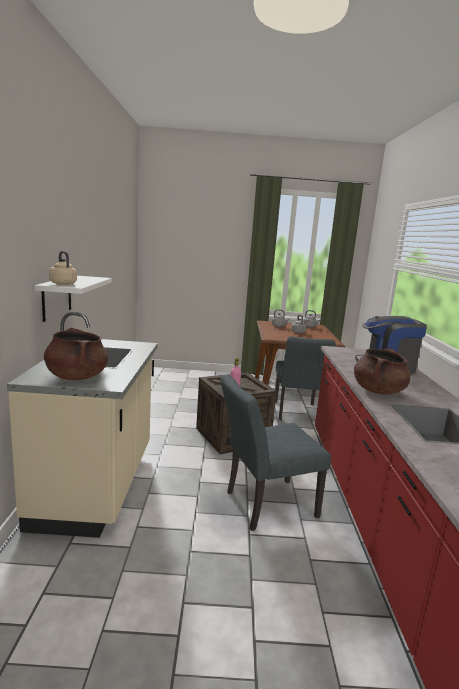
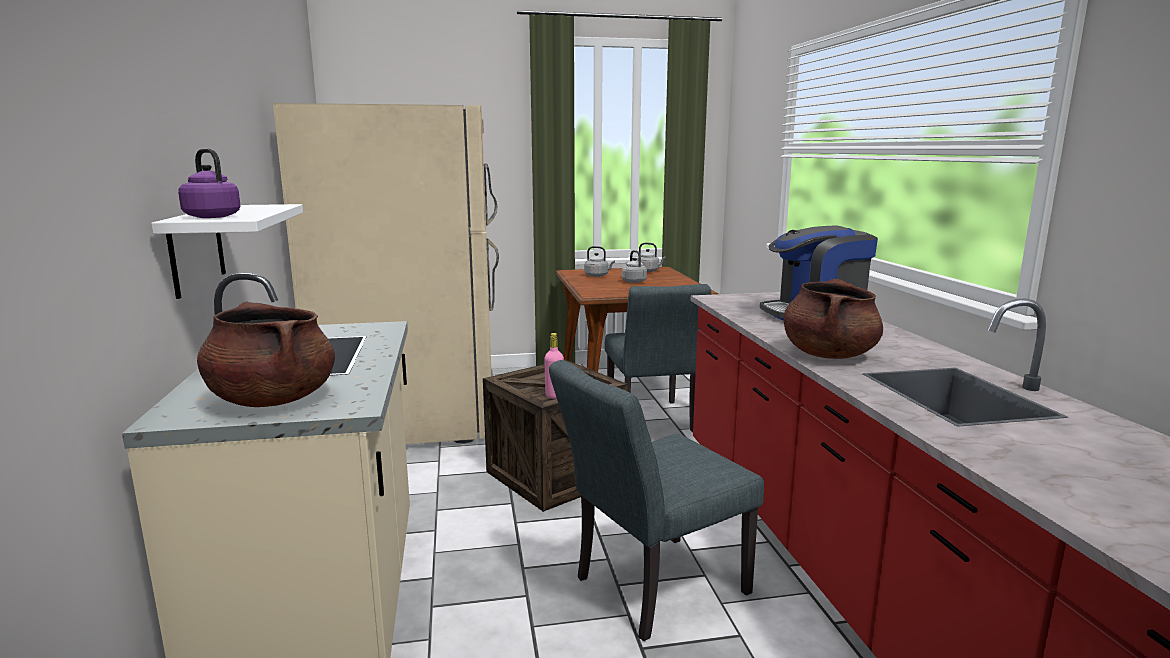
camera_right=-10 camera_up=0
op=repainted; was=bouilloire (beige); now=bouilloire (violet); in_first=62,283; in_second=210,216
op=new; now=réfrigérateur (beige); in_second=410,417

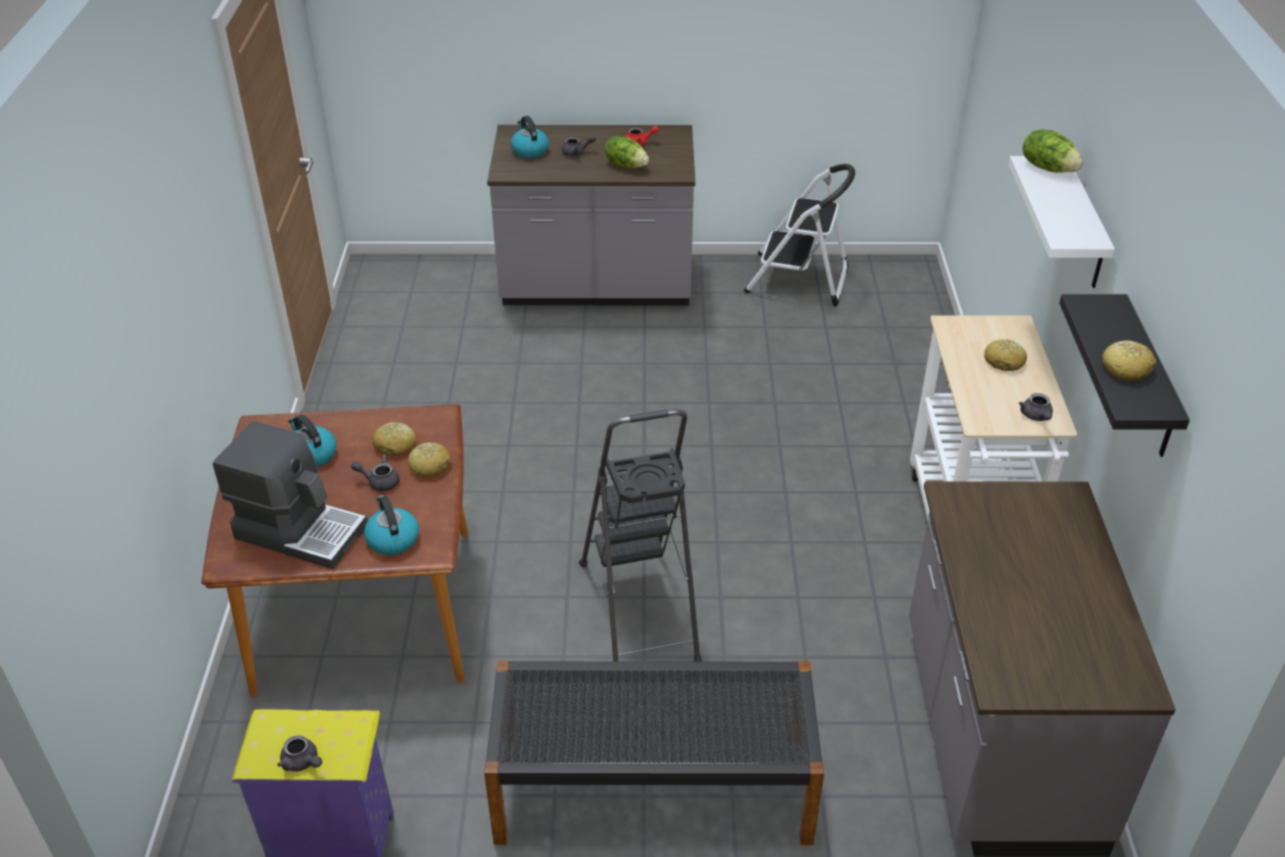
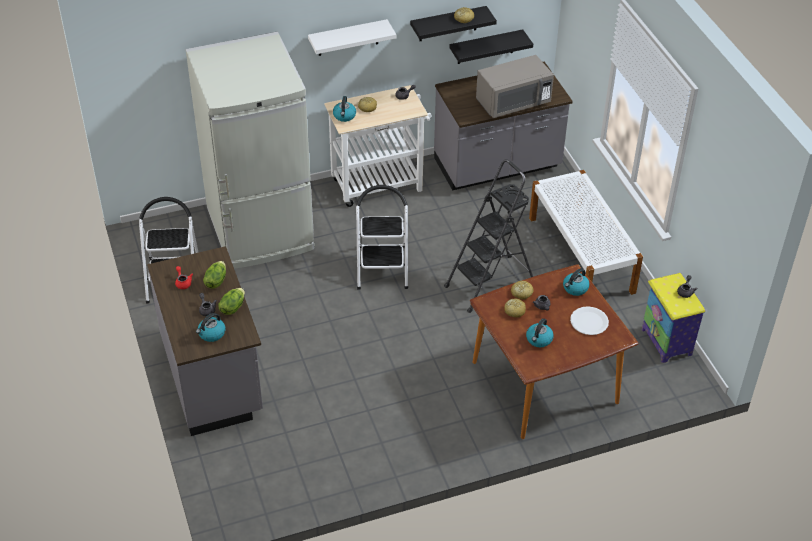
camera_right=-110 camera_up=5
op=shifted; was=laitue; in_first=1048,168; in_second=232,307
op=swapped; was=machine à café; now=assiette (blanc); in_first=300,530; in_second=589,322
op=repainted; was=banc (noir); now=banc (blanc); in_first=652,788; in_second=581,254
op=new; now=étagère (noir); in_second=485,47
op=new; now=réfrigérateur (blanc); in_second=260,229
op=new; now=micro-ondes (gris); in_second=513,103
op=new; now=bouilloire; in_second=344,116
op=new; now=escabeau; in_second=382,265

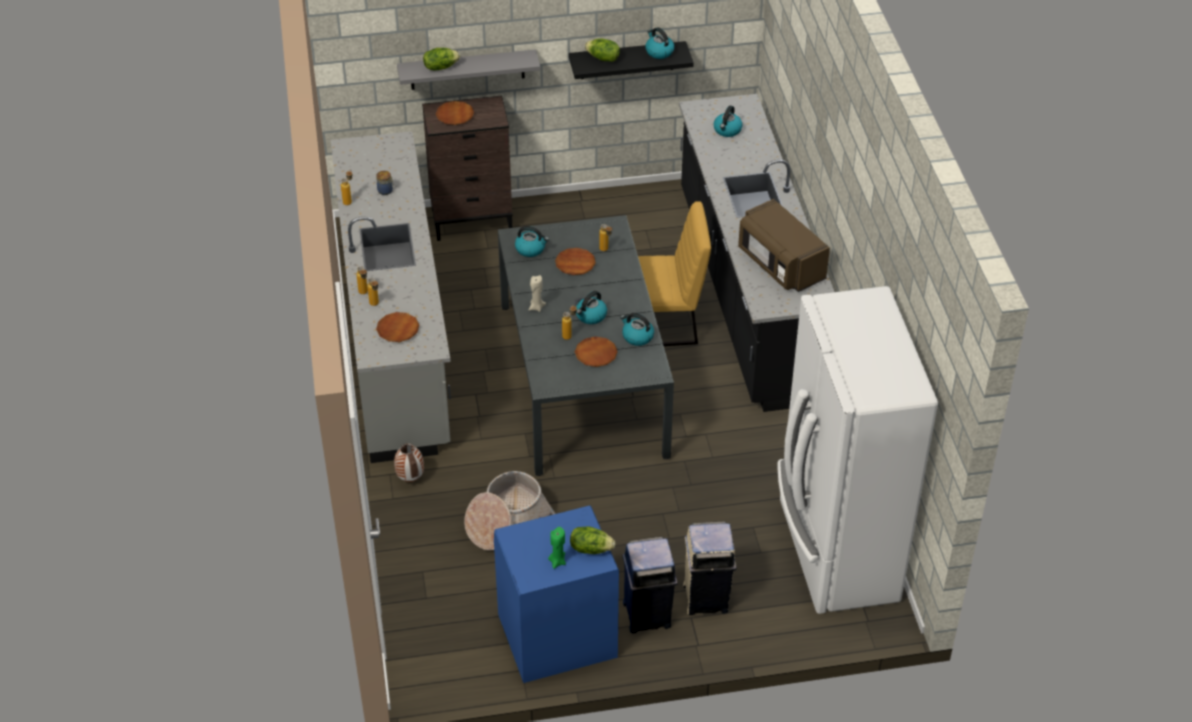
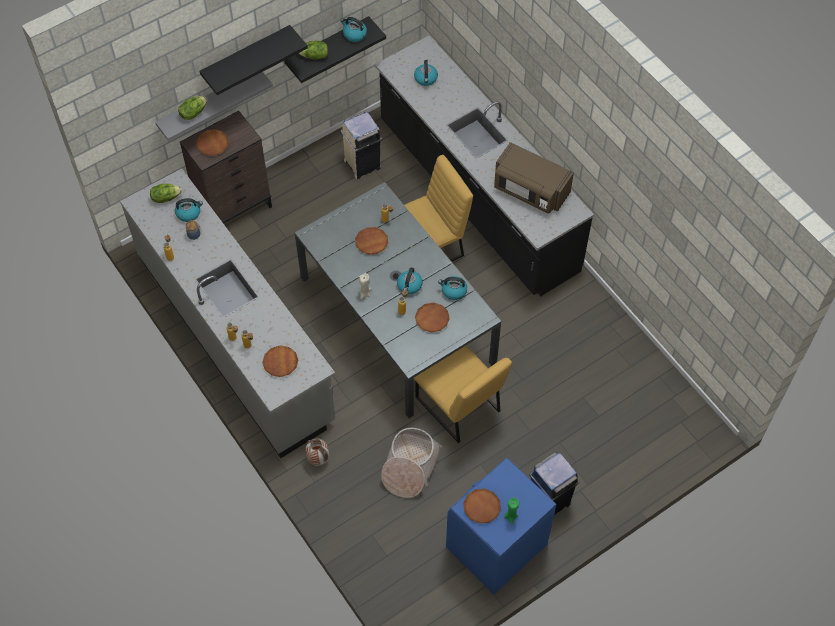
camera_right=-25 camera_up=15
op=shifted; was=bouilloire; in_first=531,249; in_second=189,213
op=gone; was=réfrigérateur (blanc); in_first=832,550
op=shifted; was=poubelle (beige); in_first=707,598; in_second=363,164
op=shifted; was=laitue; in_first=591,548; in_second=166,197
op=new; now=étagère (noir); in_second=246,57
op=new; now=chaise (jaune); in_second=459,406
op=new; now=assiette (marron); in_second=481,507

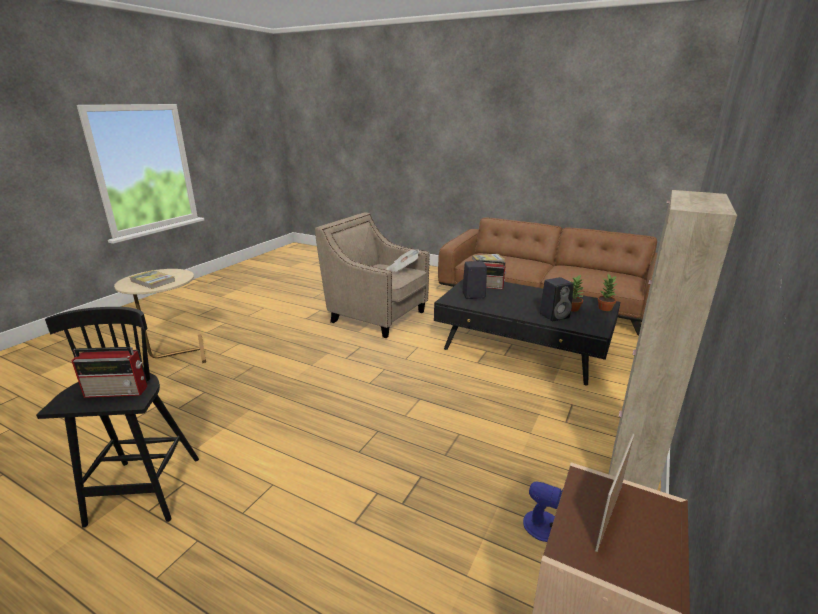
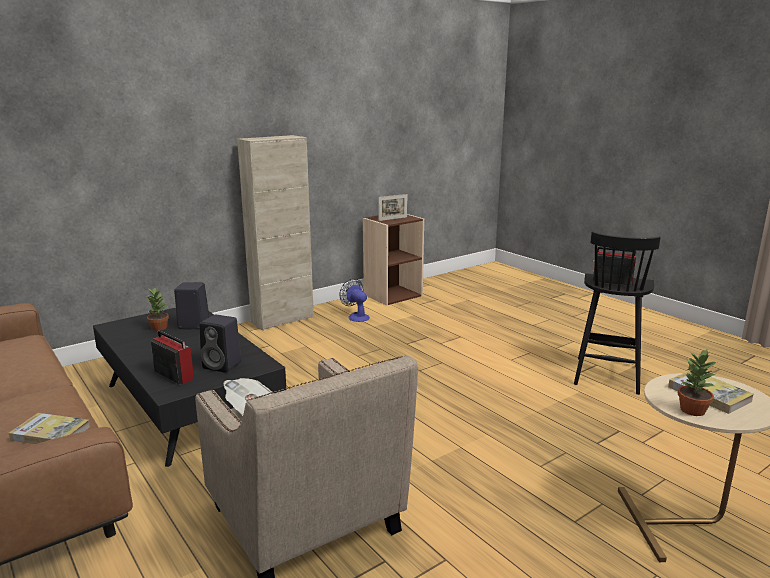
camera_right=-155 camera_up=-5
op=shifted; was=plante en pot; in_first=605,308; in_second=692,410

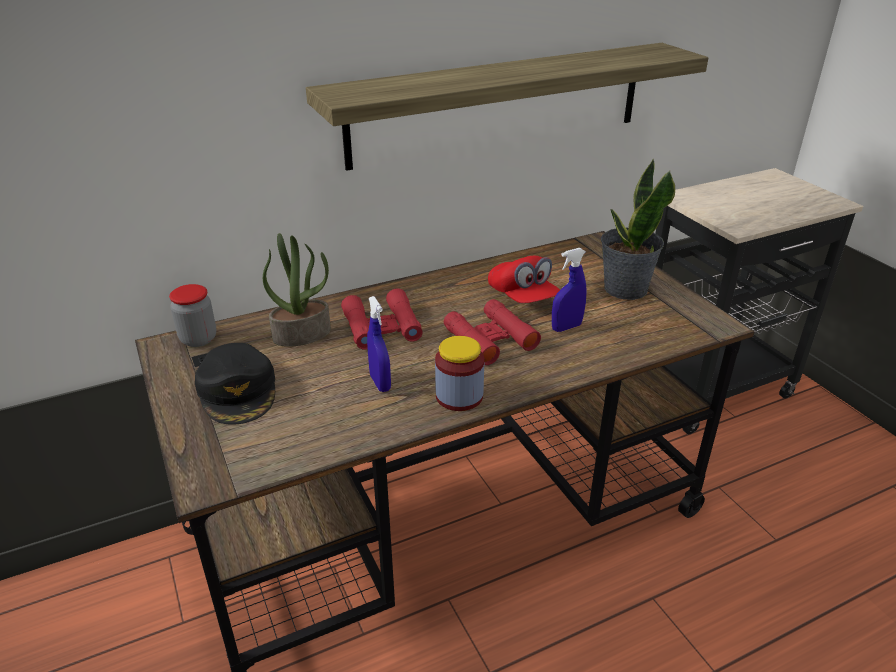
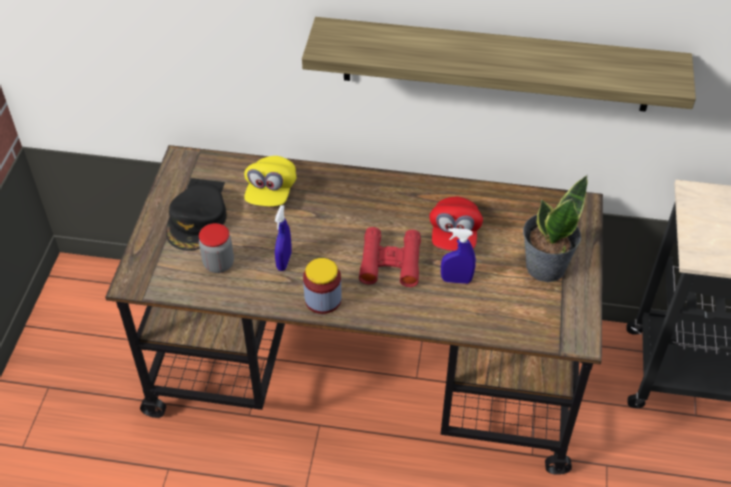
camera_right=35 camera_up=15
op=swapped; was=plante en pot; now=casquette (jaune); in_first=302,334; in_second=271,192
op=shifted; was=bocal; in_first=198,339; in_second=219,264
op=gone; was=jumelles (rouge); in_first=382,327

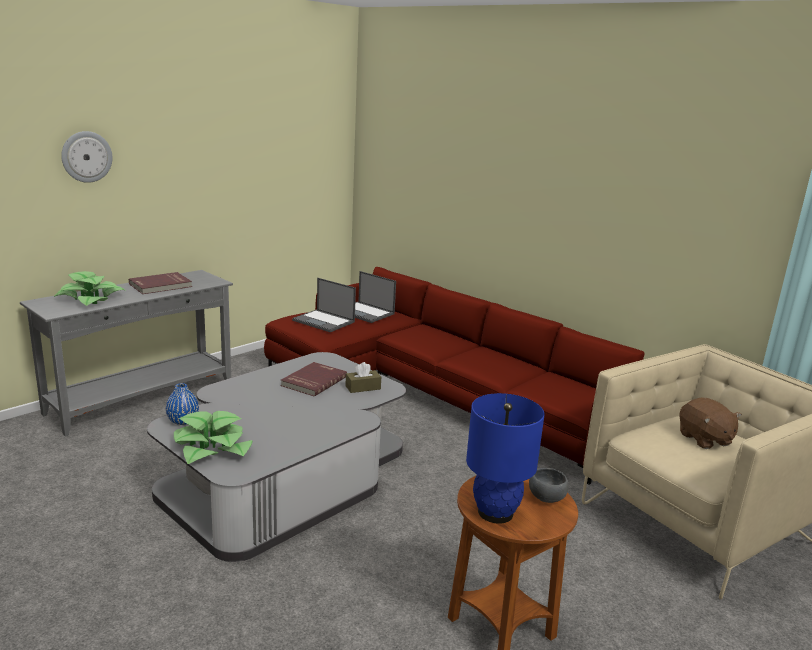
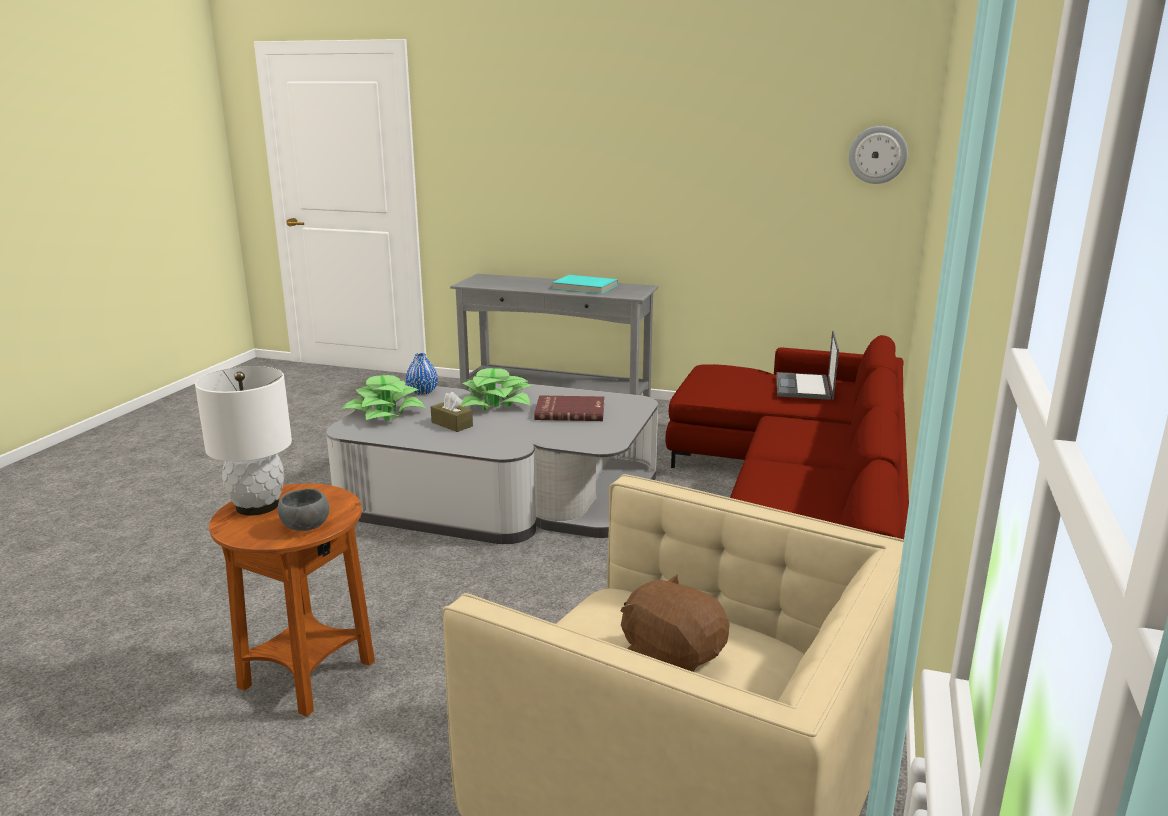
camera_right=65 camera_up=0
op=shifted; was=horloge murale; in_first=86,156; in_second=877,155
op=shifted; was=plante en pot; in_first=91,298; in_second=496,403
op=repainted; was=livre (rouge); now=livre (turquoise); in_first=161,285; in_second=584,287
op=gone; was=ordinateur portable; in_first=324,321
op=shifted; was=boîte à mouchoirs (marron); in_first=363,387; in_second=452,424
op=repainted; was=lampe de table (bleu); now=lampe de table (blanc); in_first=495,512; in_second=257,506
op=rotated; was=peluche (marron); in_first=704,439; in_second=672,658; clockwise=90

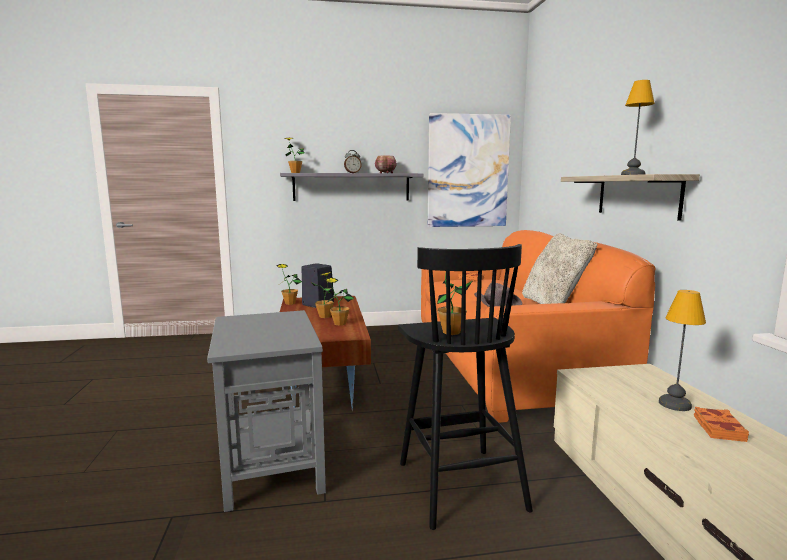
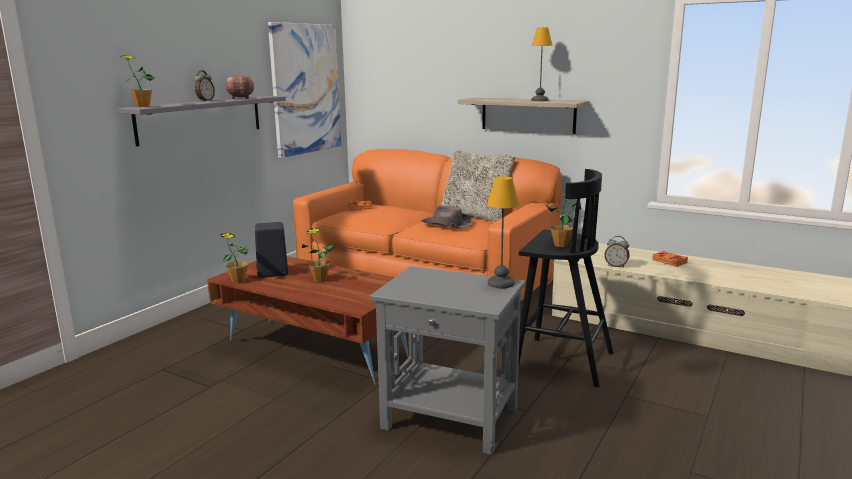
camera_right=-50 camera_up=5
op=gone; was=plante en pot; in_first=339,323
op=shifted; was=lampe de table; in_first=676,404; in_second=502,283
op=new; now=réveil; in_second=616,266

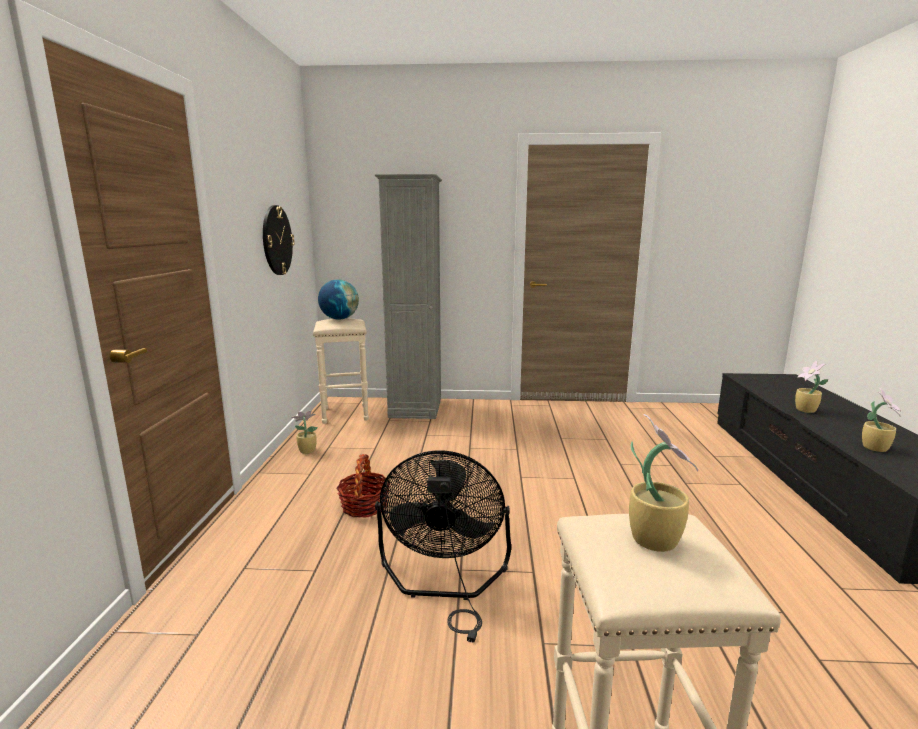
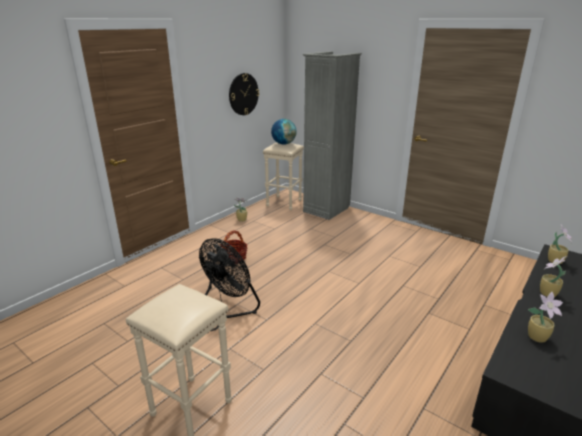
camera_right=35 camera_up=10
op=shifted; was=plante en pot; in_first=654,539; in_second=555,261

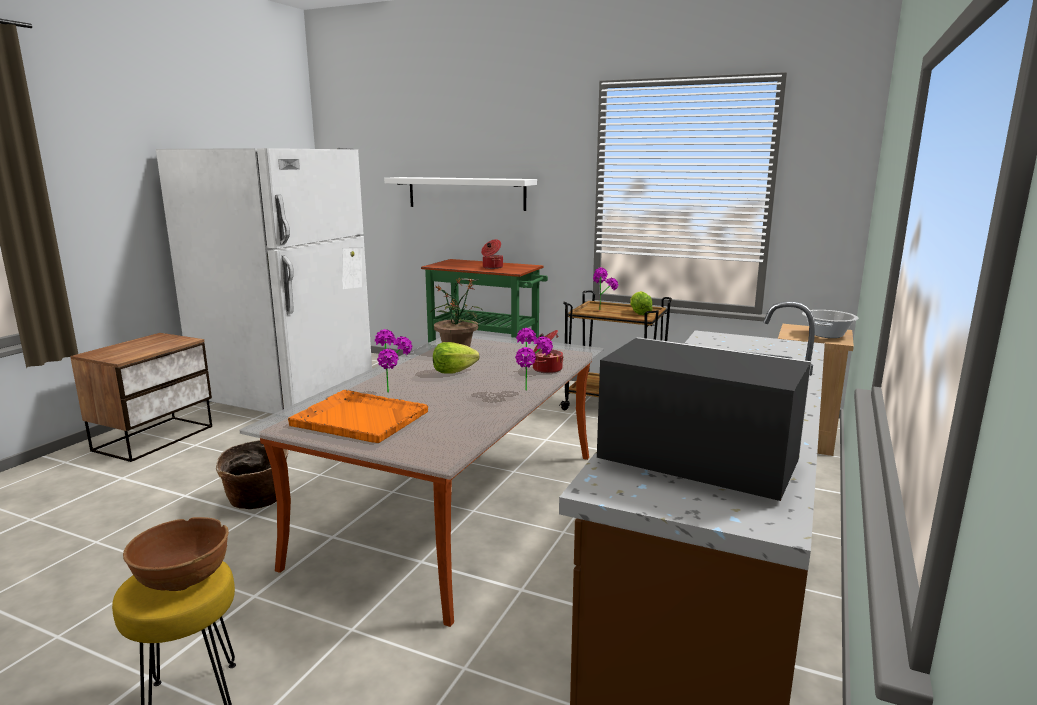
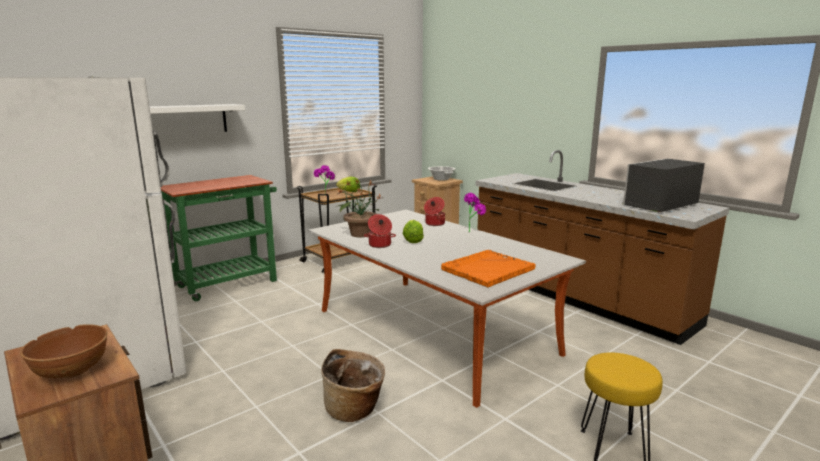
camera_right=-65 camera_up=0
op=shifted; was=marmite; in_first=492,267; in_second=380,245
op=gone; was=plante en pot; in_first=395,393
op=shifted; was=bol (marron); in_first=183,578; in_second=71,370

